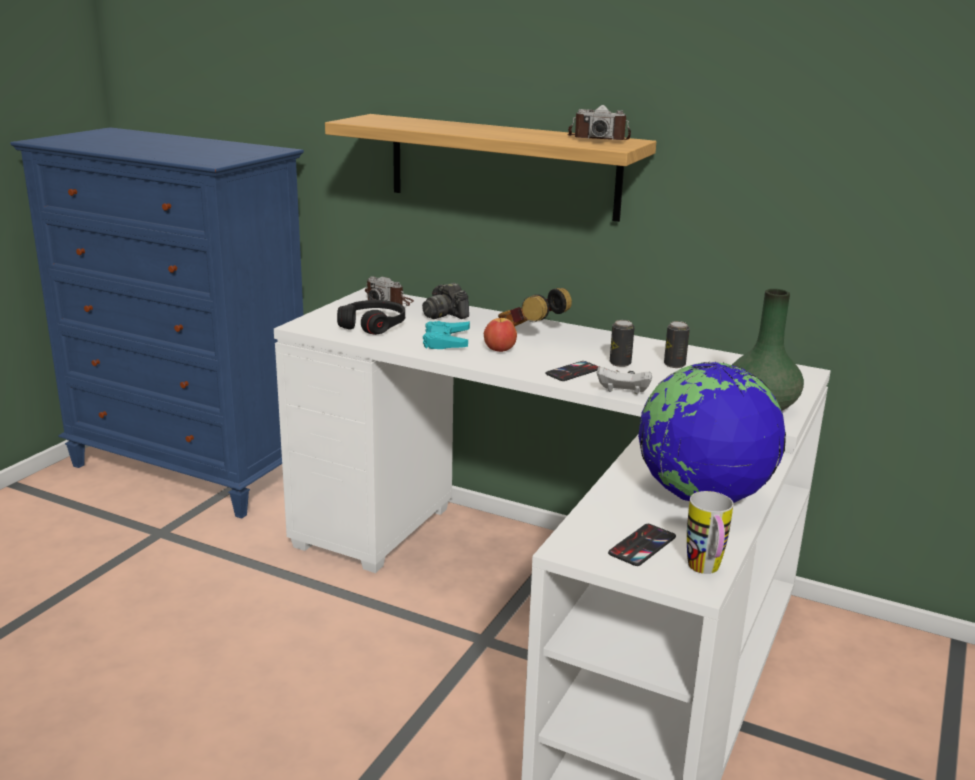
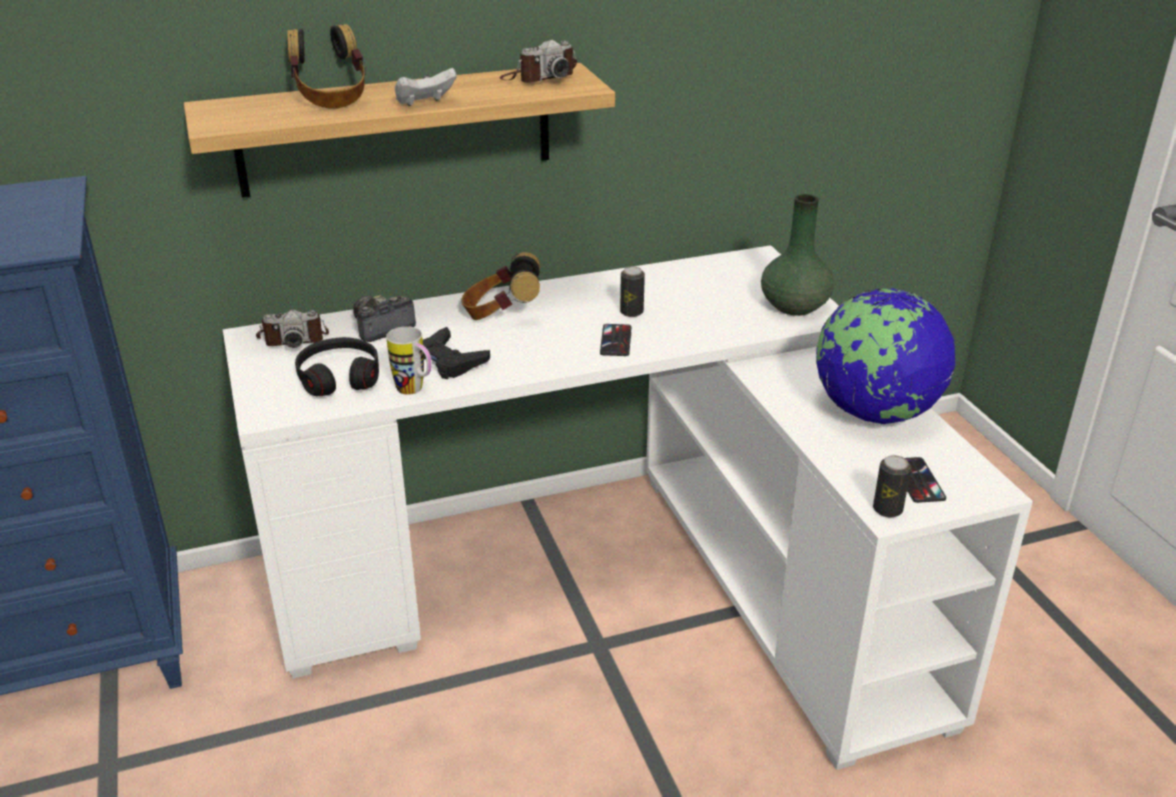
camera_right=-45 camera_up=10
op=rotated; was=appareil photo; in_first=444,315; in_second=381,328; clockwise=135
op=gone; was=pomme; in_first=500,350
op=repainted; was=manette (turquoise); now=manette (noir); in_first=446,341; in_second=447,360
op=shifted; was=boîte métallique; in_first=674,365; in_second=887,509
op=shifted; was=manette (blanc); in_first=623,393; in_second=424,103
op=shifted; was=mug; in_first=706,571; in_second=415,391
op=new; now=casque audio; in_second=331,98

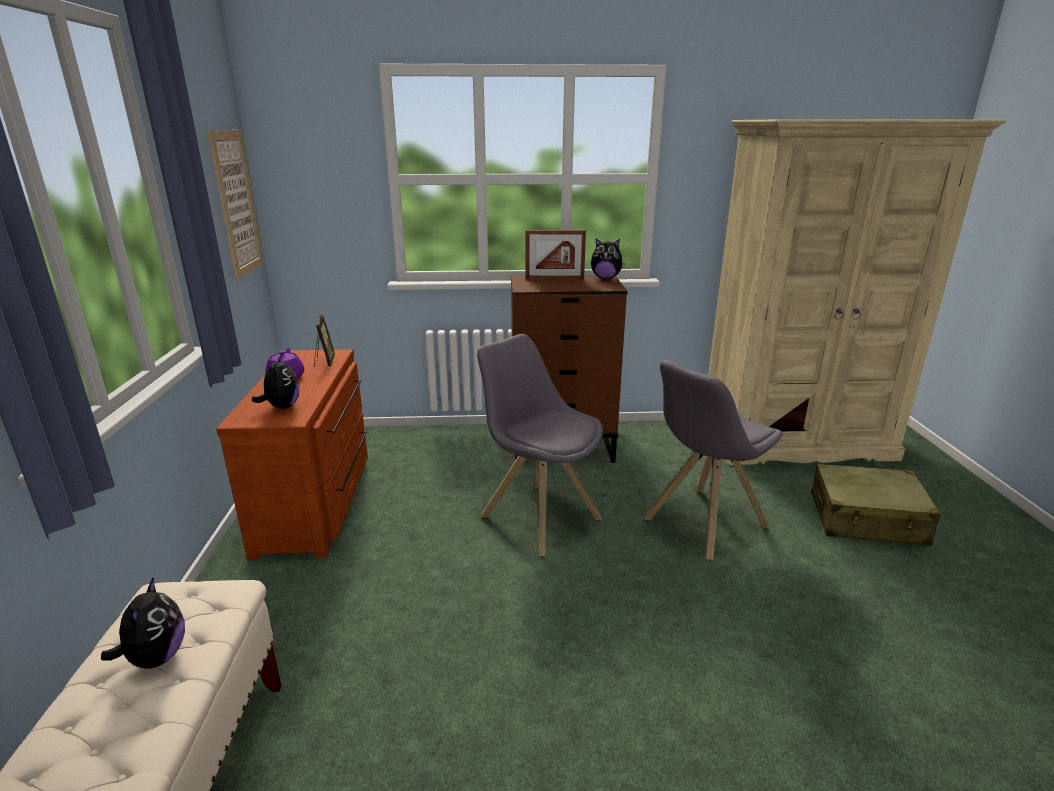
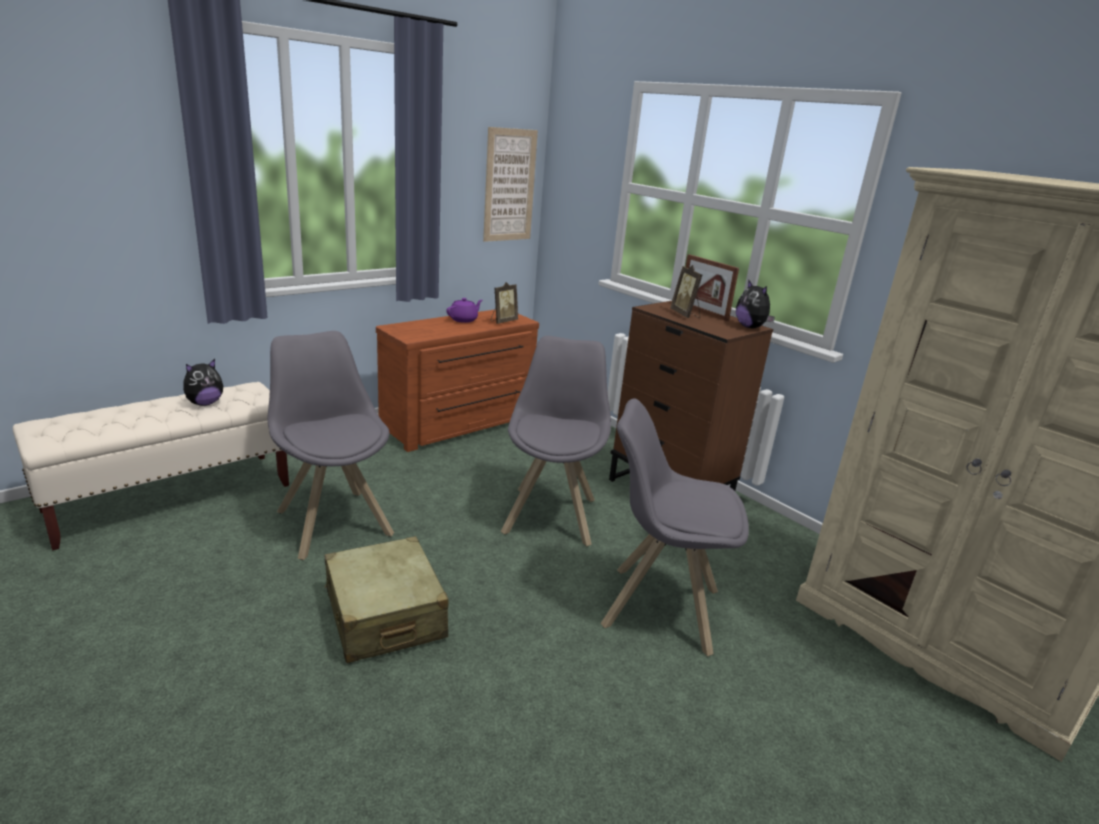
camera_right=50 camera_up=0
op=gone; was=peluche; in_first=282,407
op=shifted; was=valise (beige); in_first=867,519; in_second=384,615
op=new; now=cadre photo; in_second=685,315
op=new; now=chaise (gris); in_second=333,523

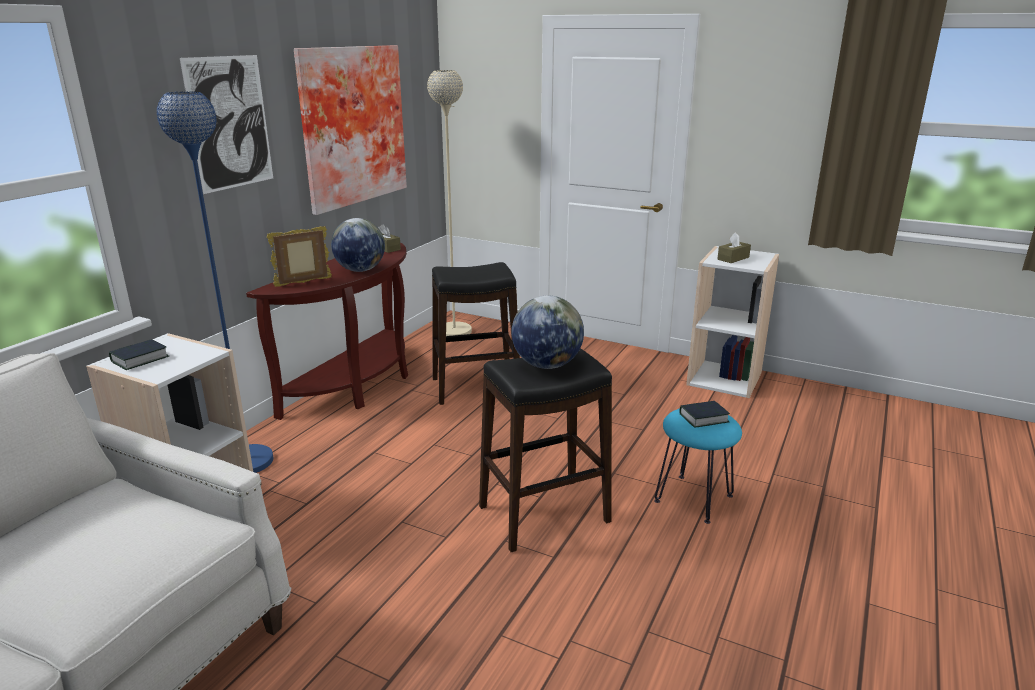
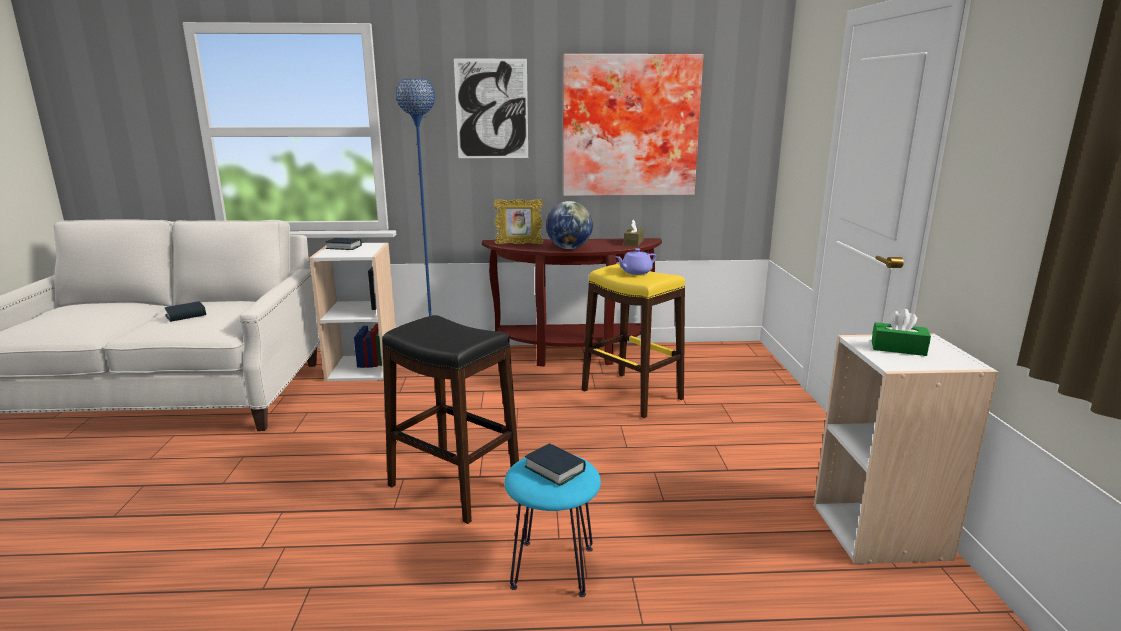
camera_right=60 camera_up=-5
op=gone; was=lampadaire (beige); in_first=454,331
op=rotated; was=cadre photo; in_first=303,283; in_second=519,244; clockwise=150
op=repainted; was=boîte à mouchoirs (marron); now=boîte à mouchoirs (vert); in_first=733,258; in_second=898,348
op=repainted; was=tabouret (noir); now=tabouret (jaune); in_first=476,387; in_second=632,395
op=gone; was=globe; in_first=547,365
op=new; now=théière (violet); in_second=635,272
op=new; now=livre; in_second=186,315

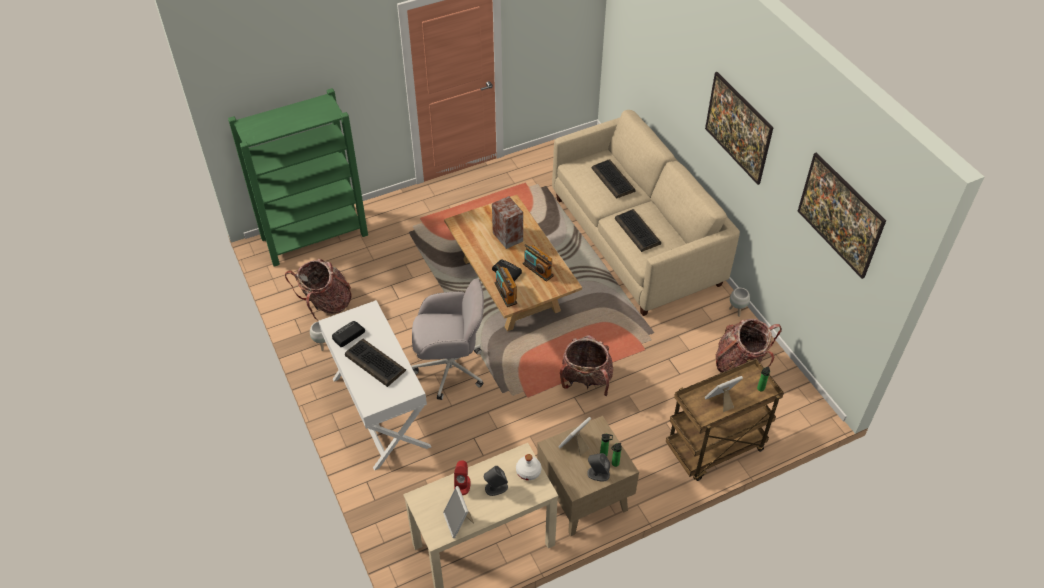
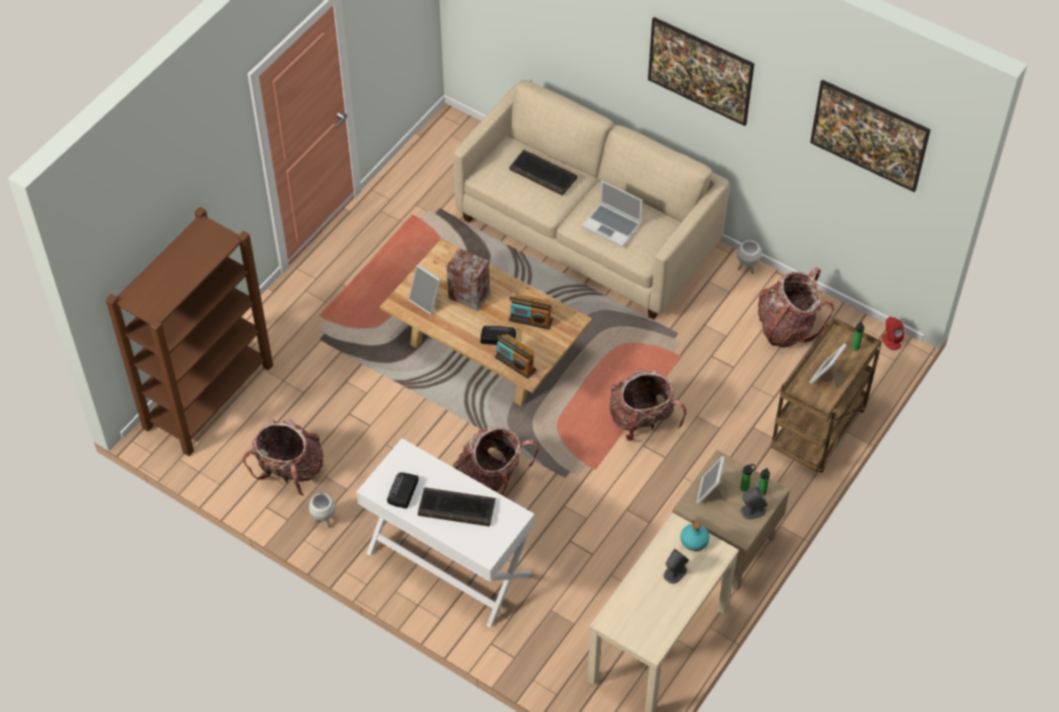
camera_right=-30 camera_up=5
op=repainted; was=bibliothèque (vert); now=bibliothèque (marron); in_first=314,236; in_second=208,396
op=swapped; was=clavier; now=ordinateur portable; in_first=638,231; in_second=612,226
op=swapped; was=chaise de bureau (gris); now=sac à dos; in_first=451,370; in_second=491,479
op=repainted; was=bouteille (blanc); now=bouteille (turquoise); in_first=528,471; in_second=694,540
op=shifted; was=enceinte (rouge); in_first=462,484; in_second=891,341
op=shifted; was=cadre photo; in_first=458,522; in_second=427,301

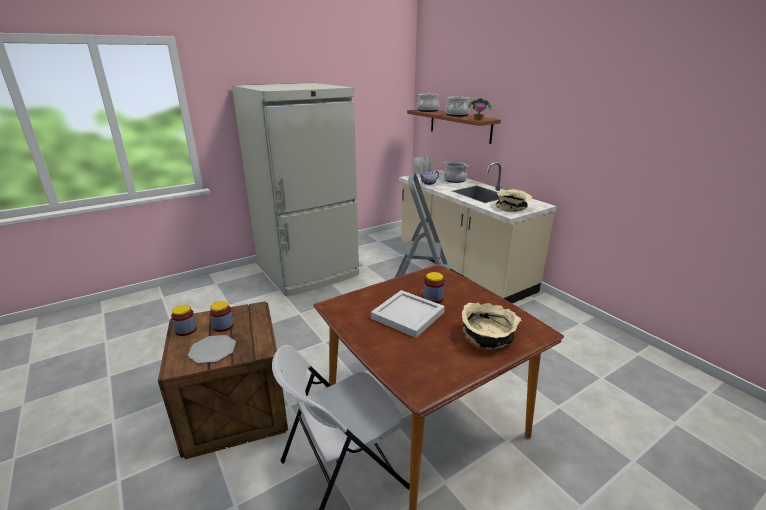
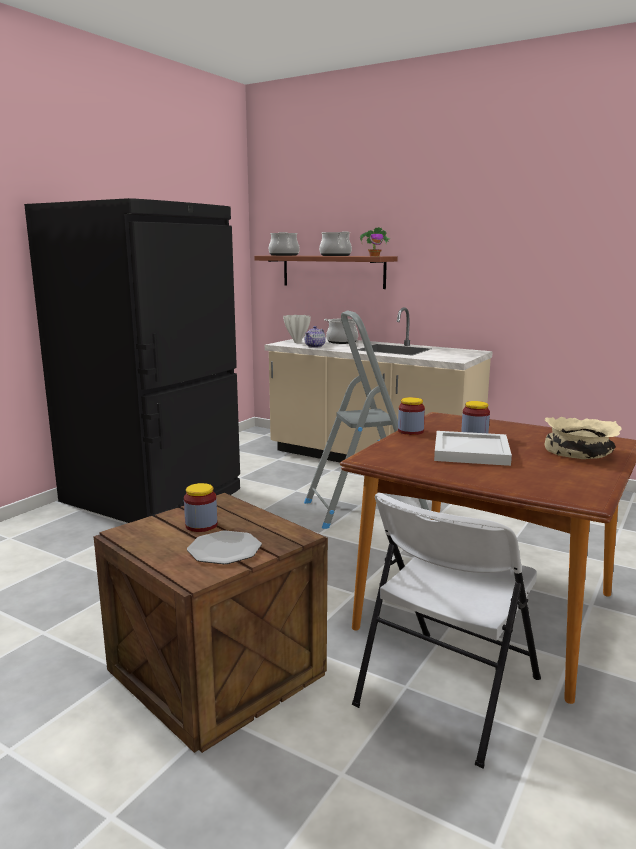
camera_right=-25 camera_up=-10
op=repainted; was=réfrigérateur (blanc); now=réfrigérateur (noir); in_first=307,269; in_second=154,495
op=gone; was=bol (beige); in_first=512,207
op=shifted; was=bocal; in_first=186,330; in_second=410,431

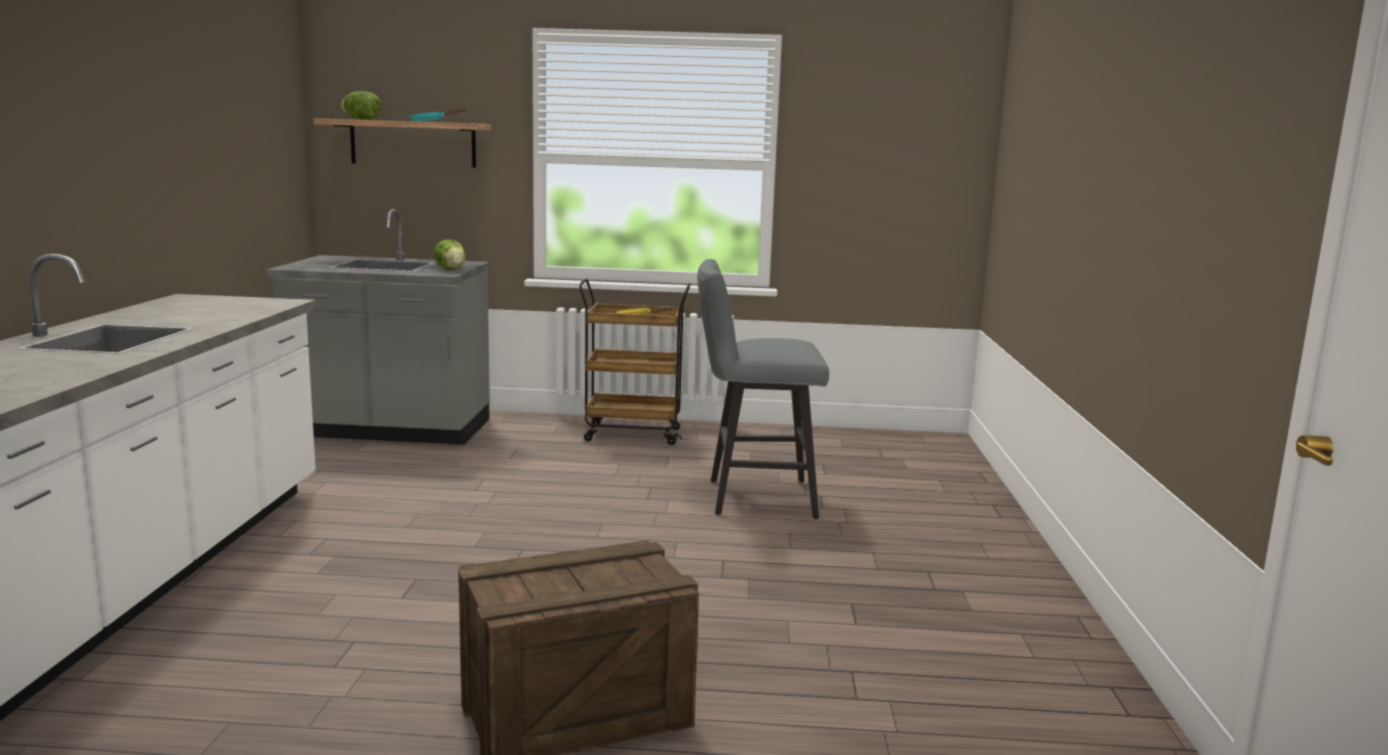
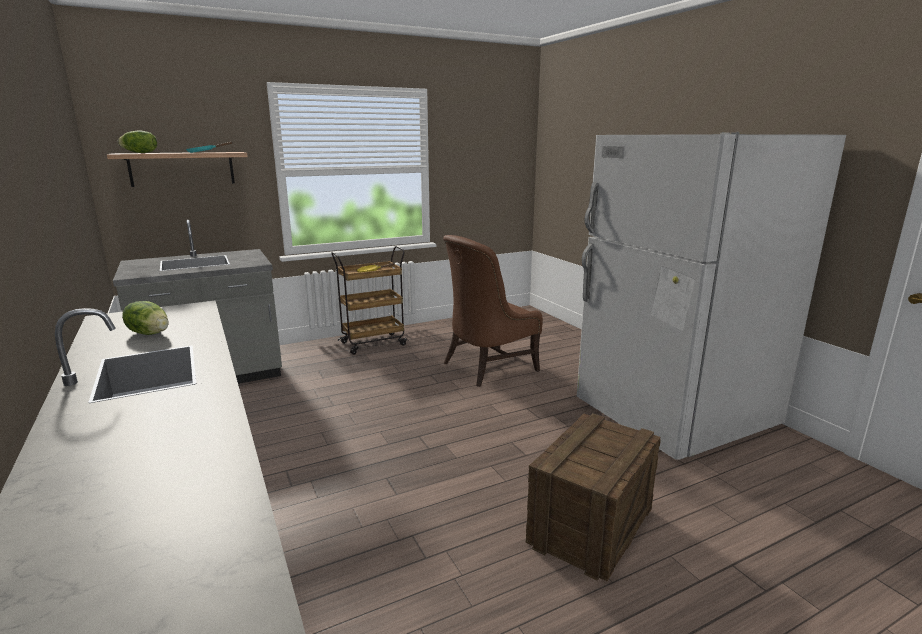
camera_right=-30 camera_up=5
op=shifted; was=laitue; in_first=451,269; in_second=150,333
op=swapped; was=tabouret (gris); now=chaise (marron); in_first=752,497; in_second=488,367
op=new; now=réfrigérateur (blanc); in_second=675,413

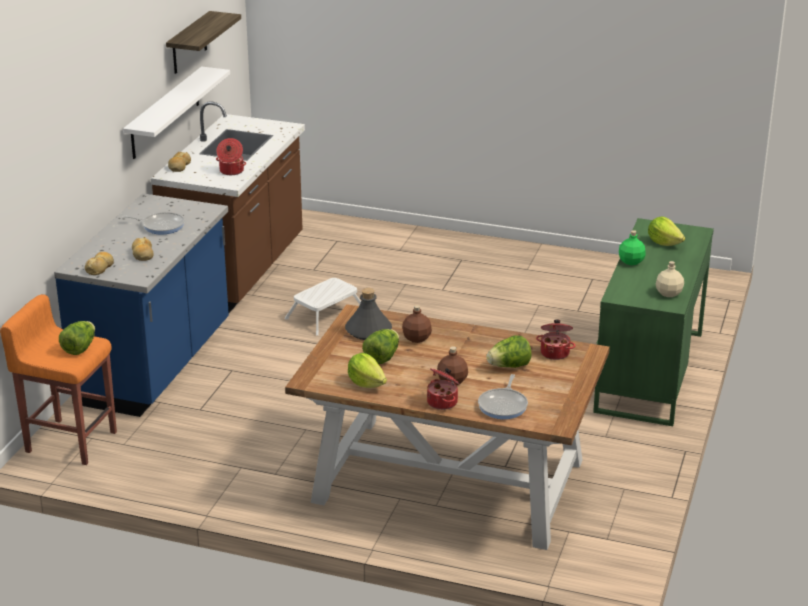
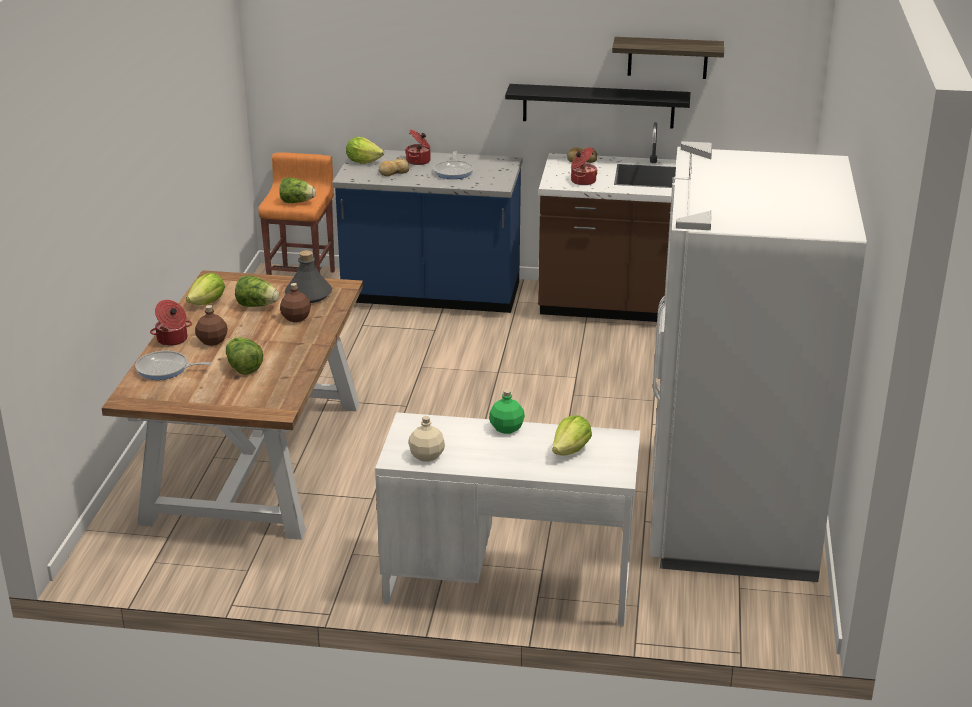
camera_right=80 camera_up=0
op=repainted; was=étagère (blanc); now=étagère (noir); in_first=165,113; in_second=598,106
op=repainted; was=bureau (vert); now=bureau (blanc); in_first=649,372; in_second=508,582
op=swapped; was=pain; now=laitue; in_first=100,268; in_second=363,161
op=gone; was=escabeau (blanc); in_first=326,315
op=shifted; was=marmite; in_first=555,352; in_second=419,161
op=new; now=réfrigérateur (blanc); in_second=729,515

